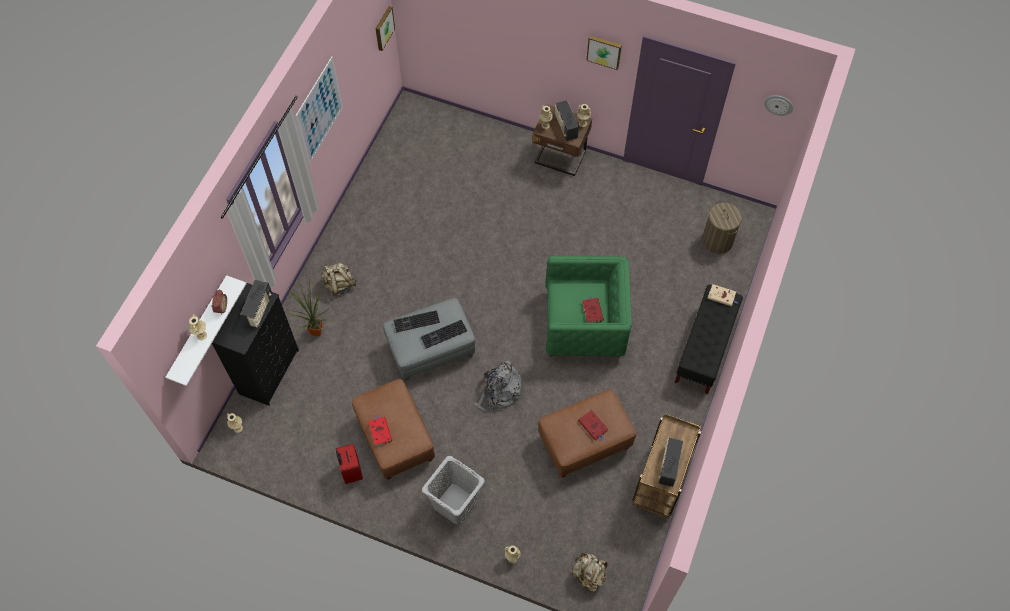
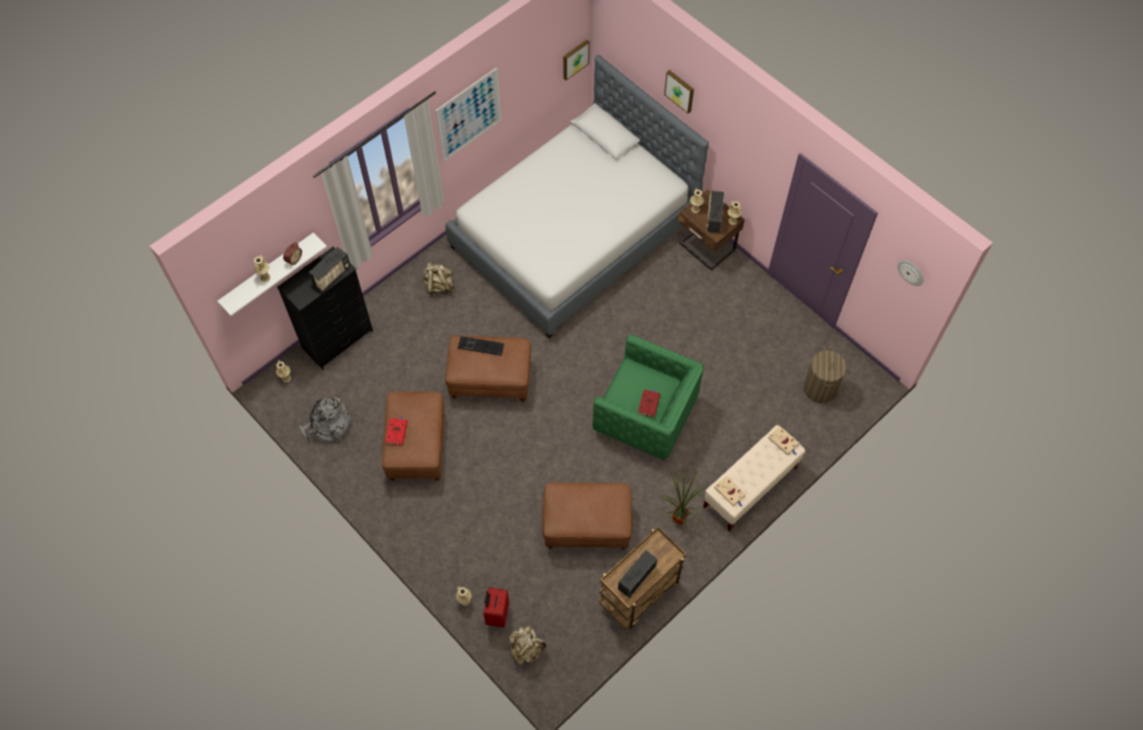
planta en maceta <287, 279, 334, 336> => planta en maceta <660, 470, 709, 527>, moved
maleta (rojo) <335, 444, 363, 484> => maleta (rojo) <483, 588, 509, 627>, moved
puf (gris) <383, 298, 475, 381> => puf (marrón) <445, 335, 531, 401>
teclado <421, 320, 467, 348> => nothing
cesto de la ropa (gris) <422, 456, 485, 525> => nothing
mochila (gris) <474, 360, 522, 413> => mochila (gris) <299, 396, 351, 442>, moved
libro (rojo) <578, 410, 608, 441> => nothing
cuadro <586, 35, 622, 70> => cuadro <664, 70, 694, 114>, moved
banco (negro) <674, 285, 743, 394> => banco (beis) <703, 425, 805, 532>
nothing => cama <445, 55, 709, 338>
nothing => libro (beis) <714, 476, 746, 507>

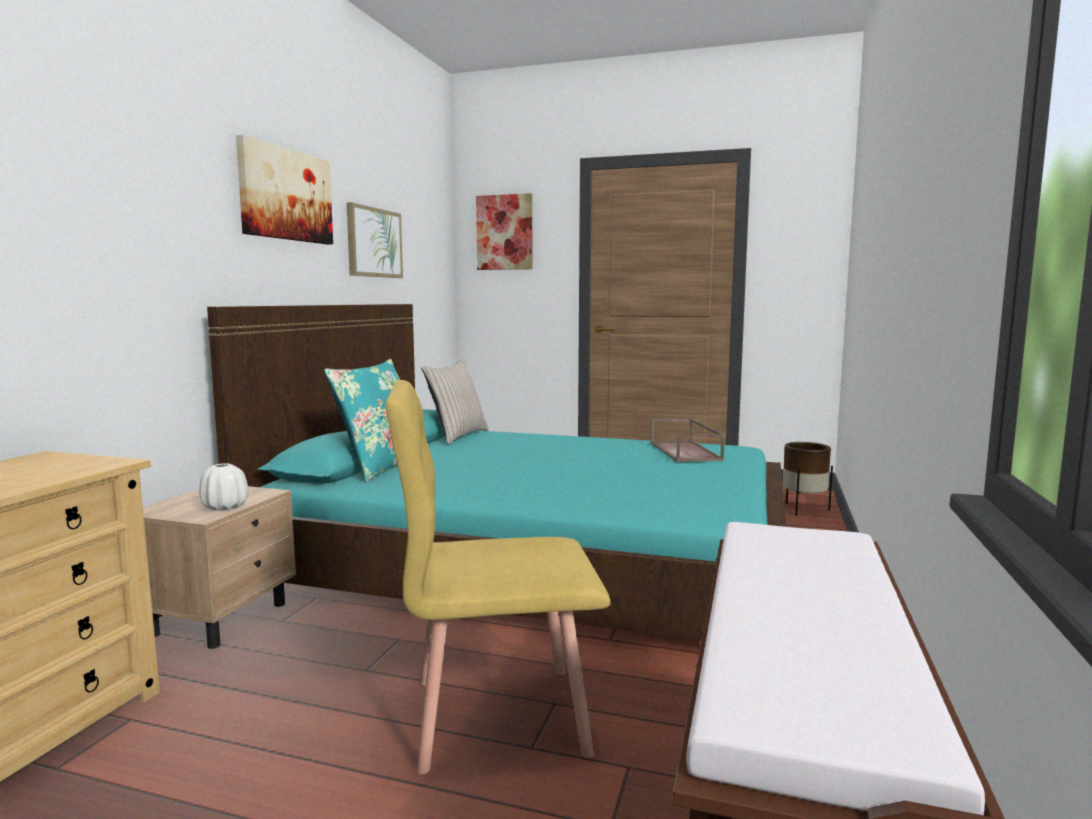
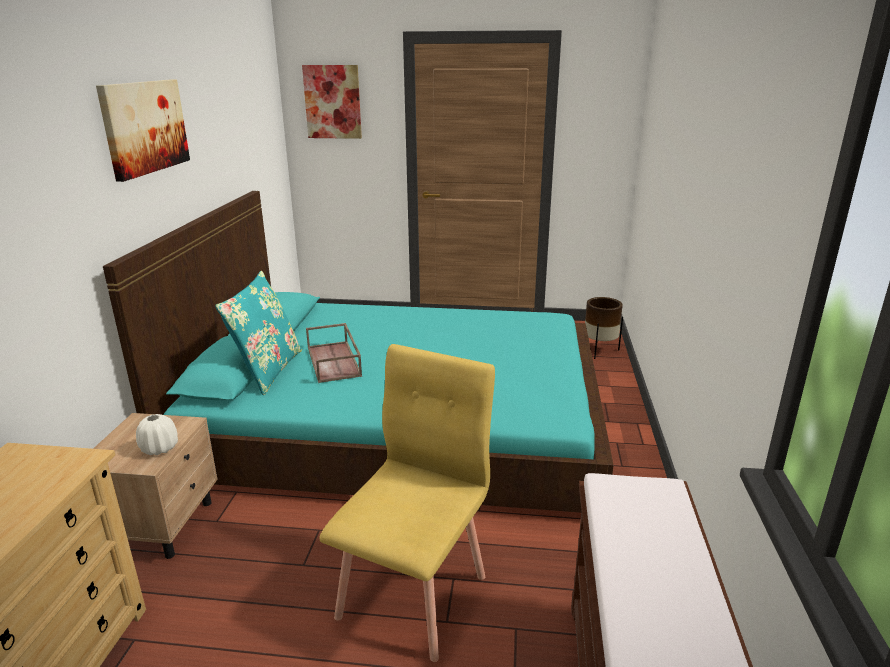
cuadro <347, 202, 403, 278> => nothing
silla (amarillo) <386, 380, 611, 775> => silla (amarillo) <319, 344, 495, 662>, 135 degrees clockwise
cojín (beis) <422, 359, 489, 444> => nothing
bandeja (marrón) <650, 419, 725, 462> => bandeja (marrón) <306, 323, 362, 383>, moved

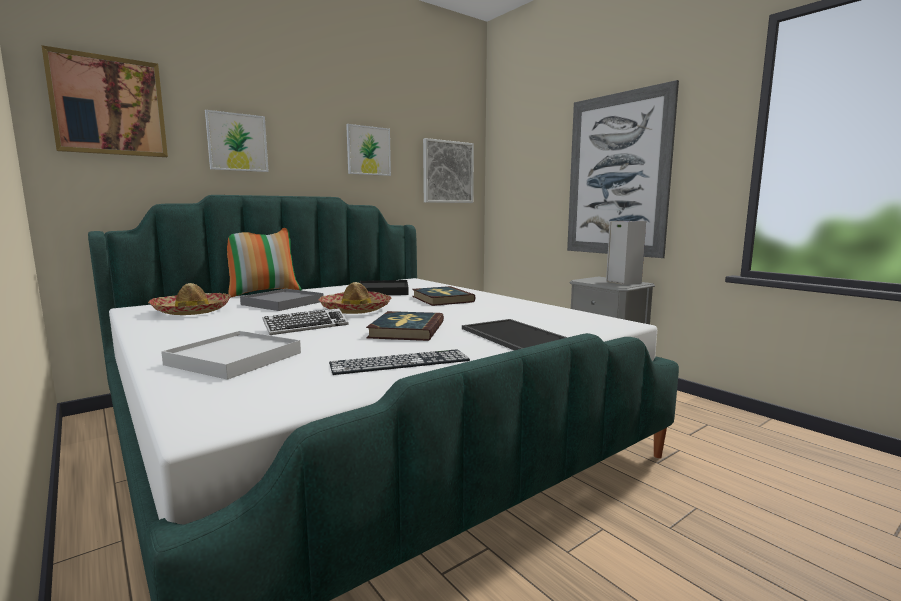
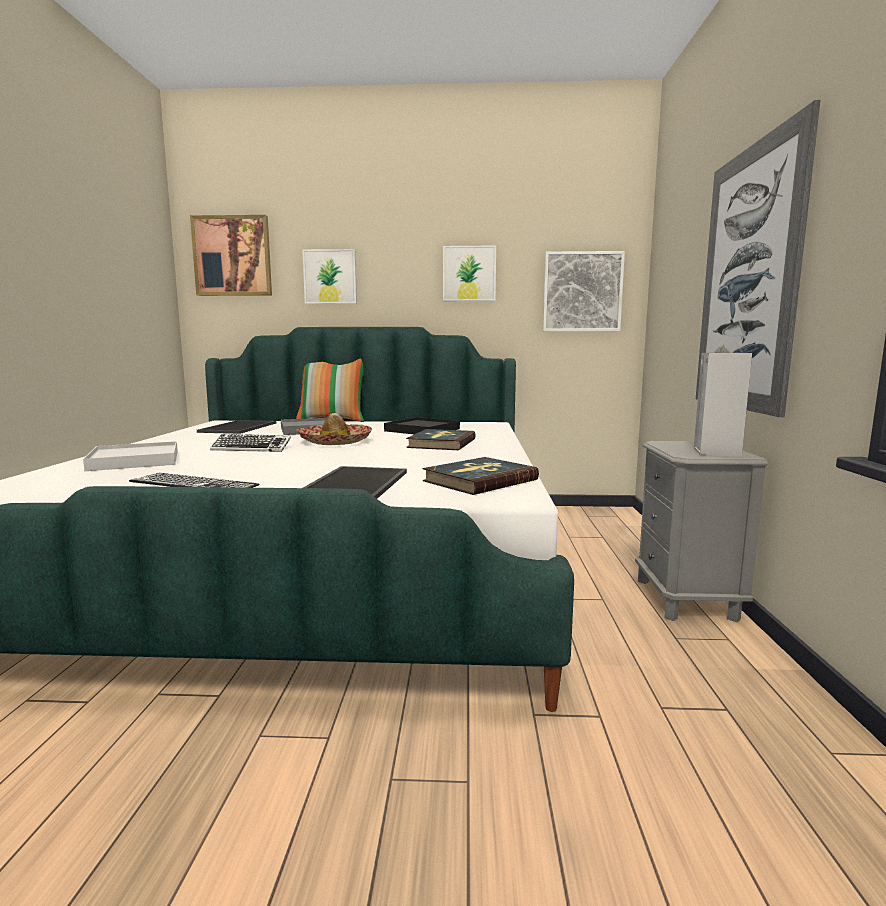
sombrero <148, 283, 231, 315> => bandeja <197, 420, 276, 434>
libro <366, 311, 444, 341> => libro <423, 457, 539, 495>, moved

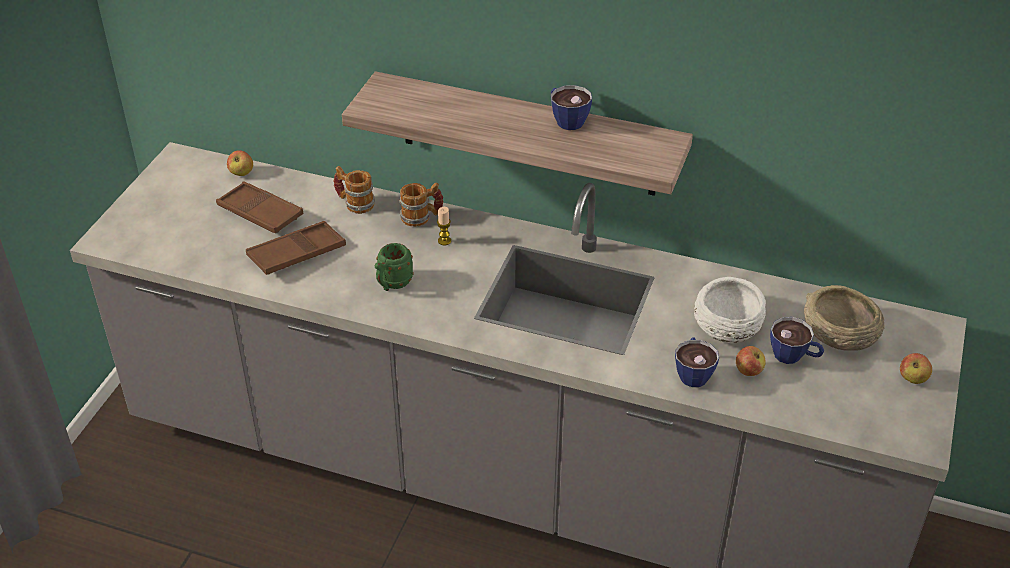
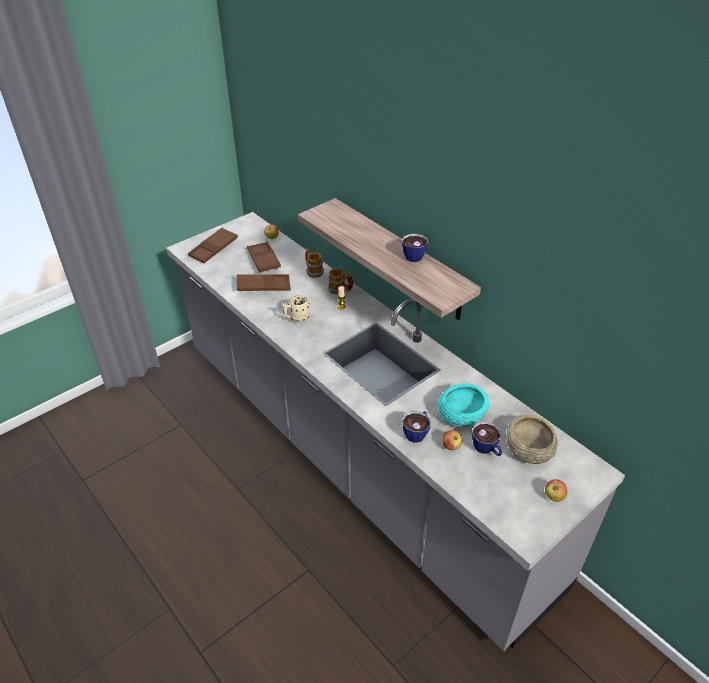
taza grande (verde) <375, 243, 413, 291> => taza grande (beis) <282, 296, 310, 323>
cuenco (blanco) <694, 277, 766, 343> => cuenco (turquesa) <438, 383, 489, 427>
nothing => bandeja (marrón) <188, 228, 238, 263>

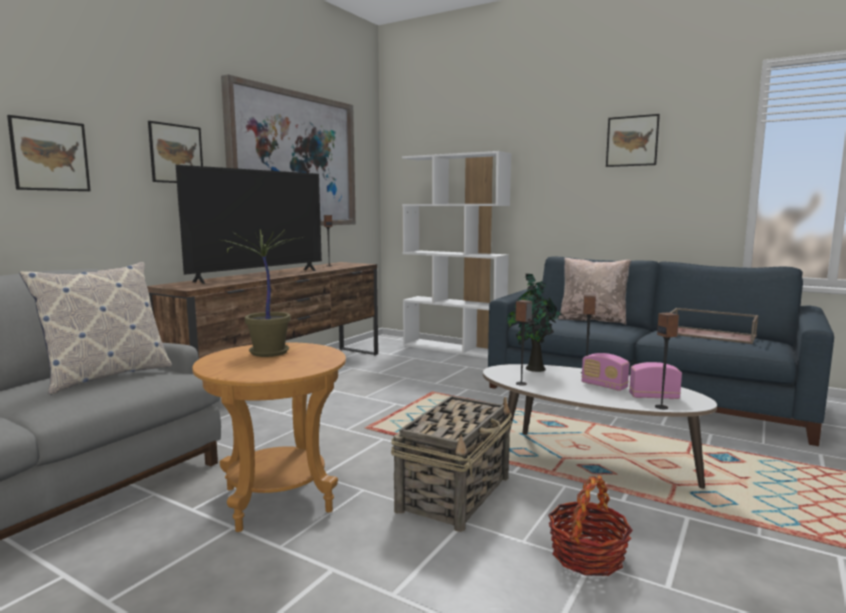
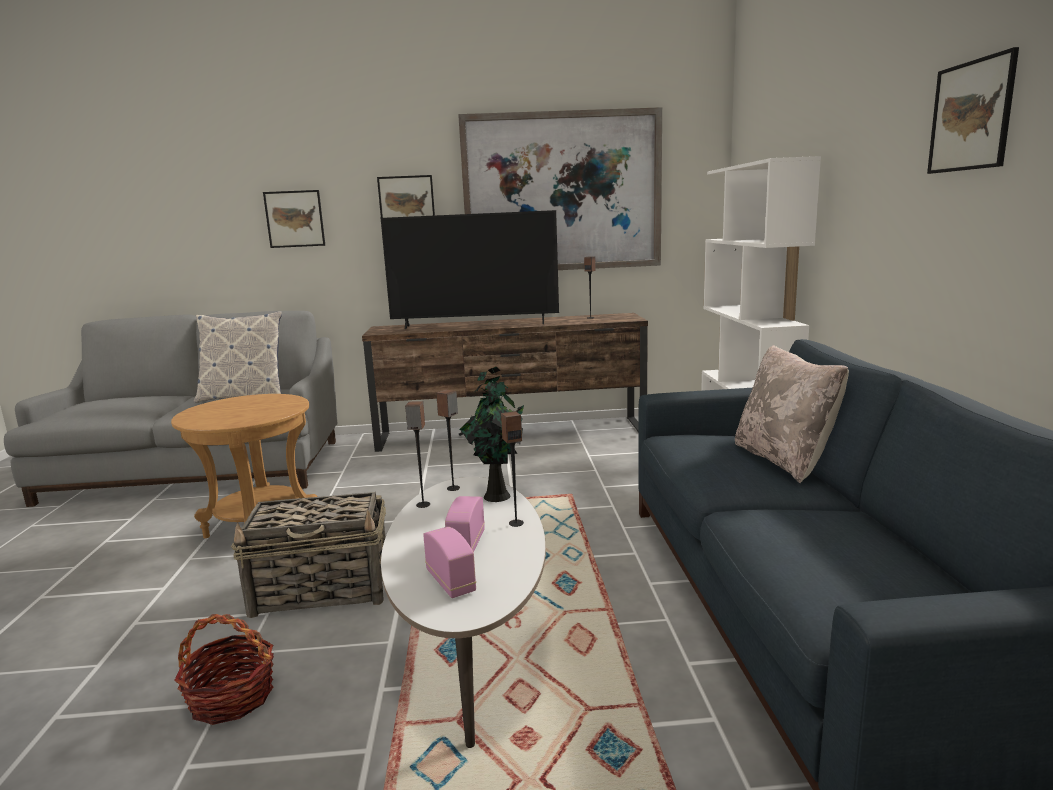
planta en maceta <223, 229, 303, 357> => nothing
altavoz <655, 312, 679, 409> => altavoz <436, 390, 460, 491>, moved
bandeja (marrón) <670, 308, 759, 344> => nothing

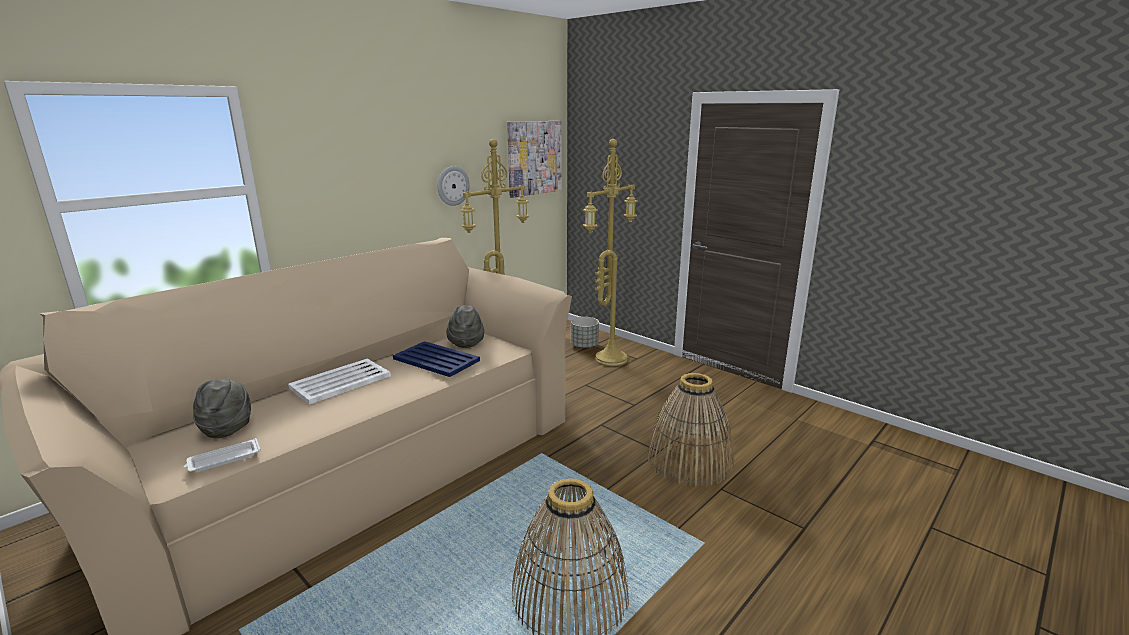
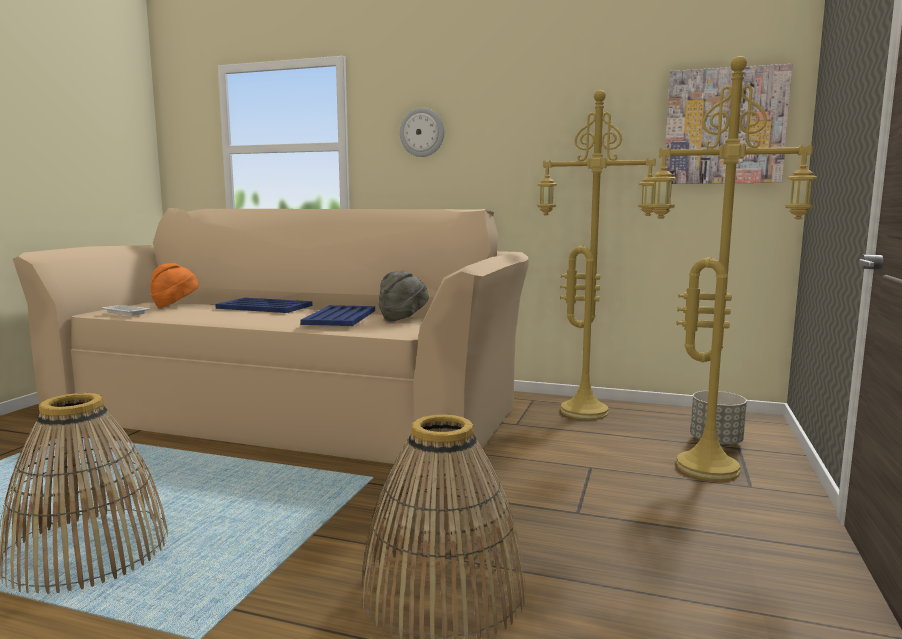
sombrero (gris) <193, 379, 251, 438> => sombrero (naranja) <151, 263, 199, 308>
bandeja (blanco) <288, 359, 391, 405> => bandeja (azul) <215, 298, 312, 313>
reloj de pared <438, 166, 470, 206> => reloj de pared <400, 108, 444, 157>, moved

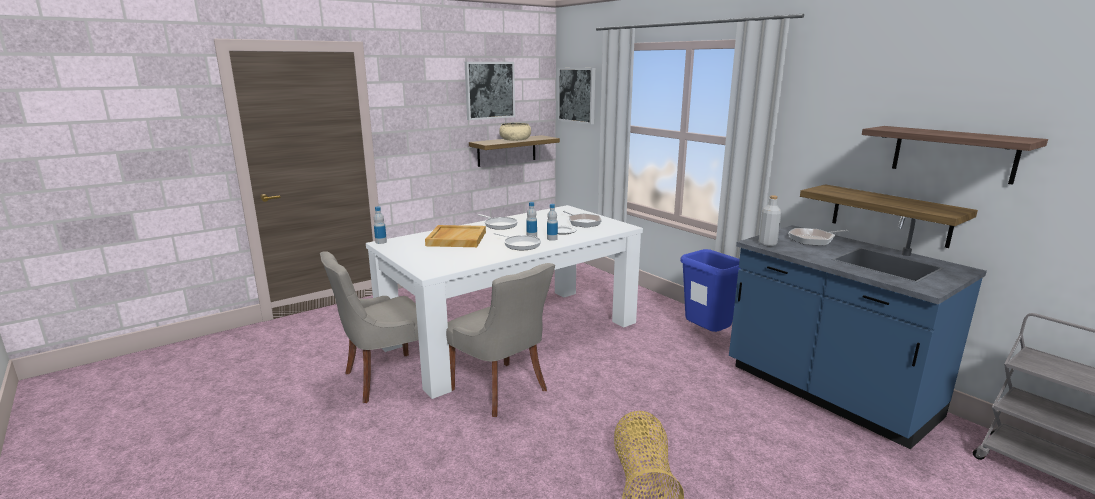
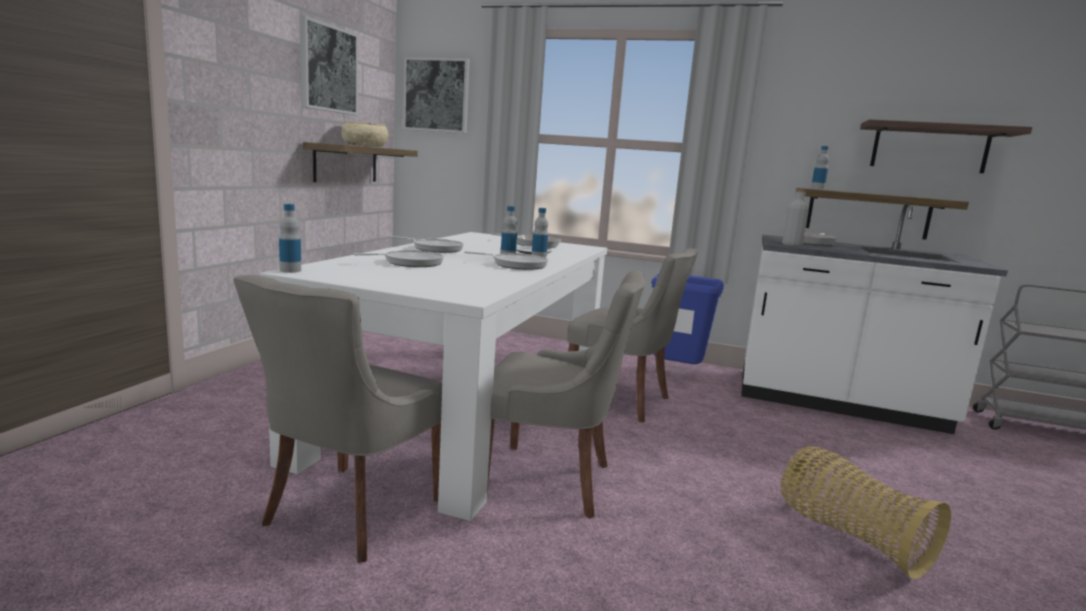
bandeja (beis) <425, 225, 486, 247> => sartén <354, 250, 444, 267>
mueble bajo de cocina (azul) <729, 216, 987, 449> => mueble bajo de cocina (blanco) <741, 205, 1008, 434>
nothing => silla (gris) <567, 248, 699, 422>
nothing => botella <811, 146, 829, 190>

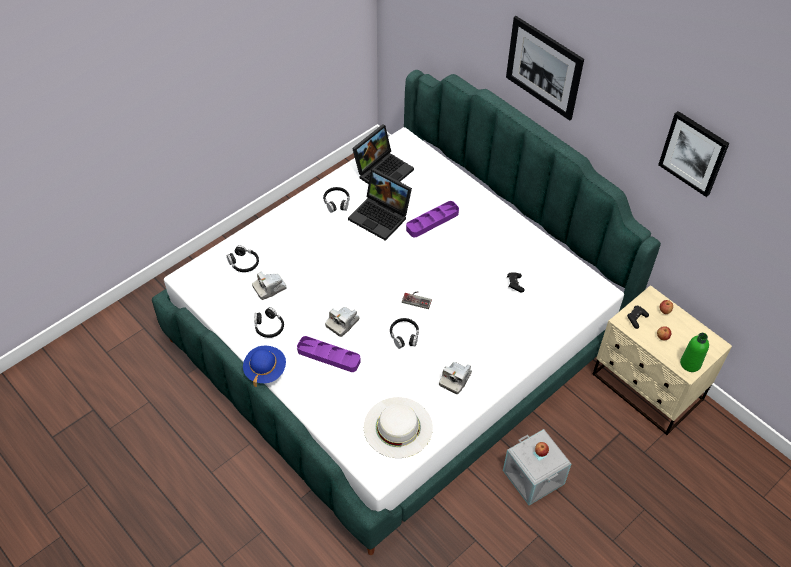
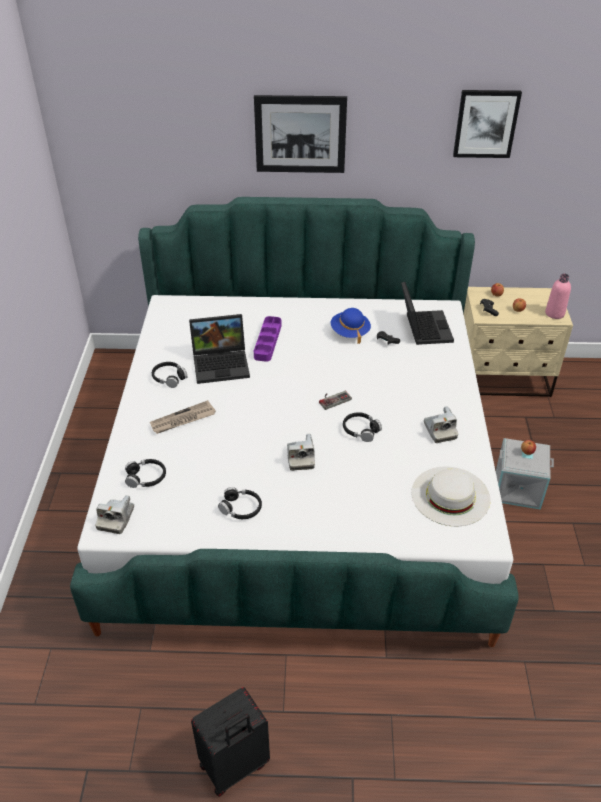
sombrero (azul) <243, 346, 286, 387> => sombrero (azul) <331, 308, 371, 344>, moved
cámara <252, 271, 287, 300> => cámara <95, 495, 134, 534>, moved
bandeja (morado) <297, 336, 361, 372> => nothing
portátil <352, 124, 414, 184> => portátil <401, 282, 454, 345>, moved
botella (verde) <680, 333, 709, 372> => botella (rosa) <545, 274, 571, 319>
nothing => periódico <150, 400, 216, 434>
nothing => maleta (negro) <191, 687, 270, 797>

